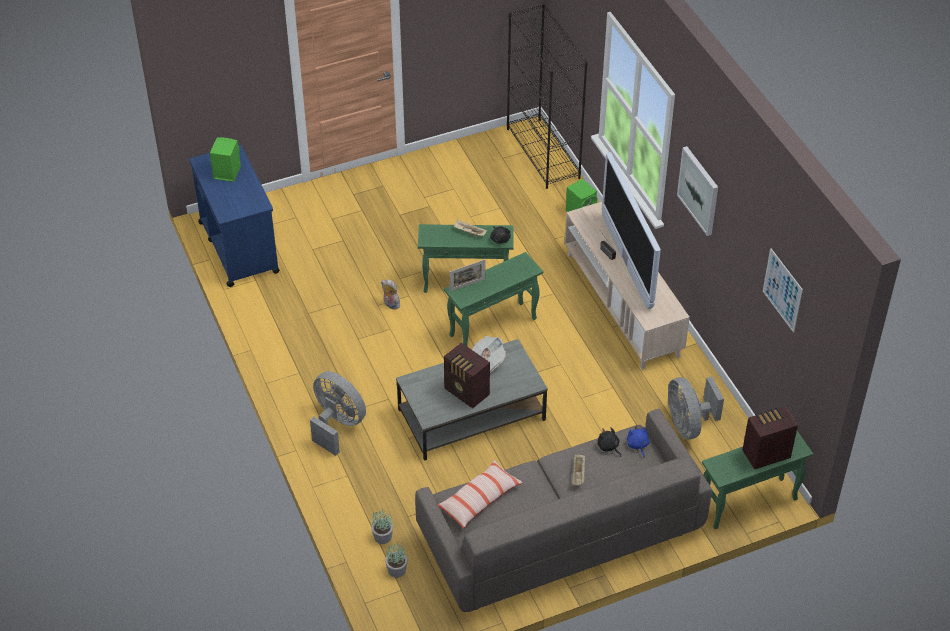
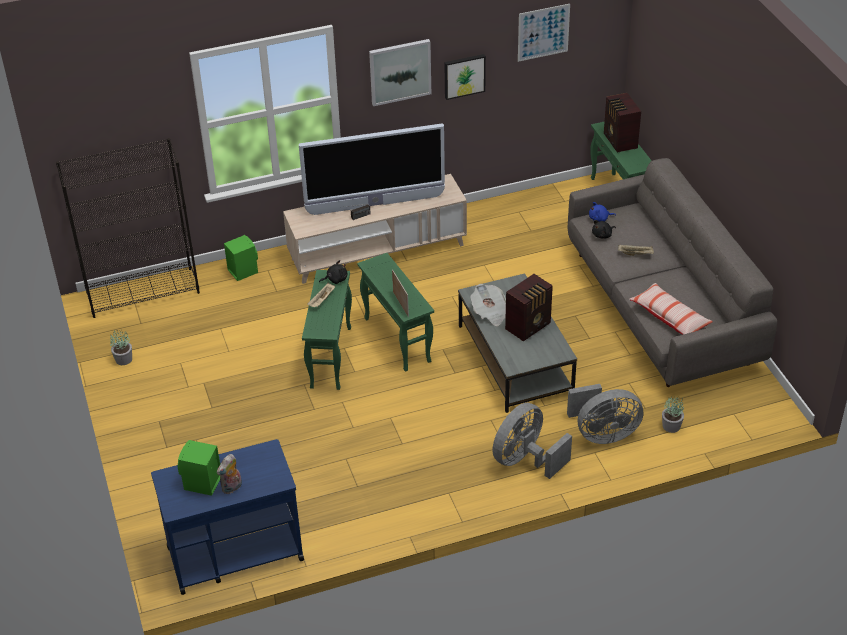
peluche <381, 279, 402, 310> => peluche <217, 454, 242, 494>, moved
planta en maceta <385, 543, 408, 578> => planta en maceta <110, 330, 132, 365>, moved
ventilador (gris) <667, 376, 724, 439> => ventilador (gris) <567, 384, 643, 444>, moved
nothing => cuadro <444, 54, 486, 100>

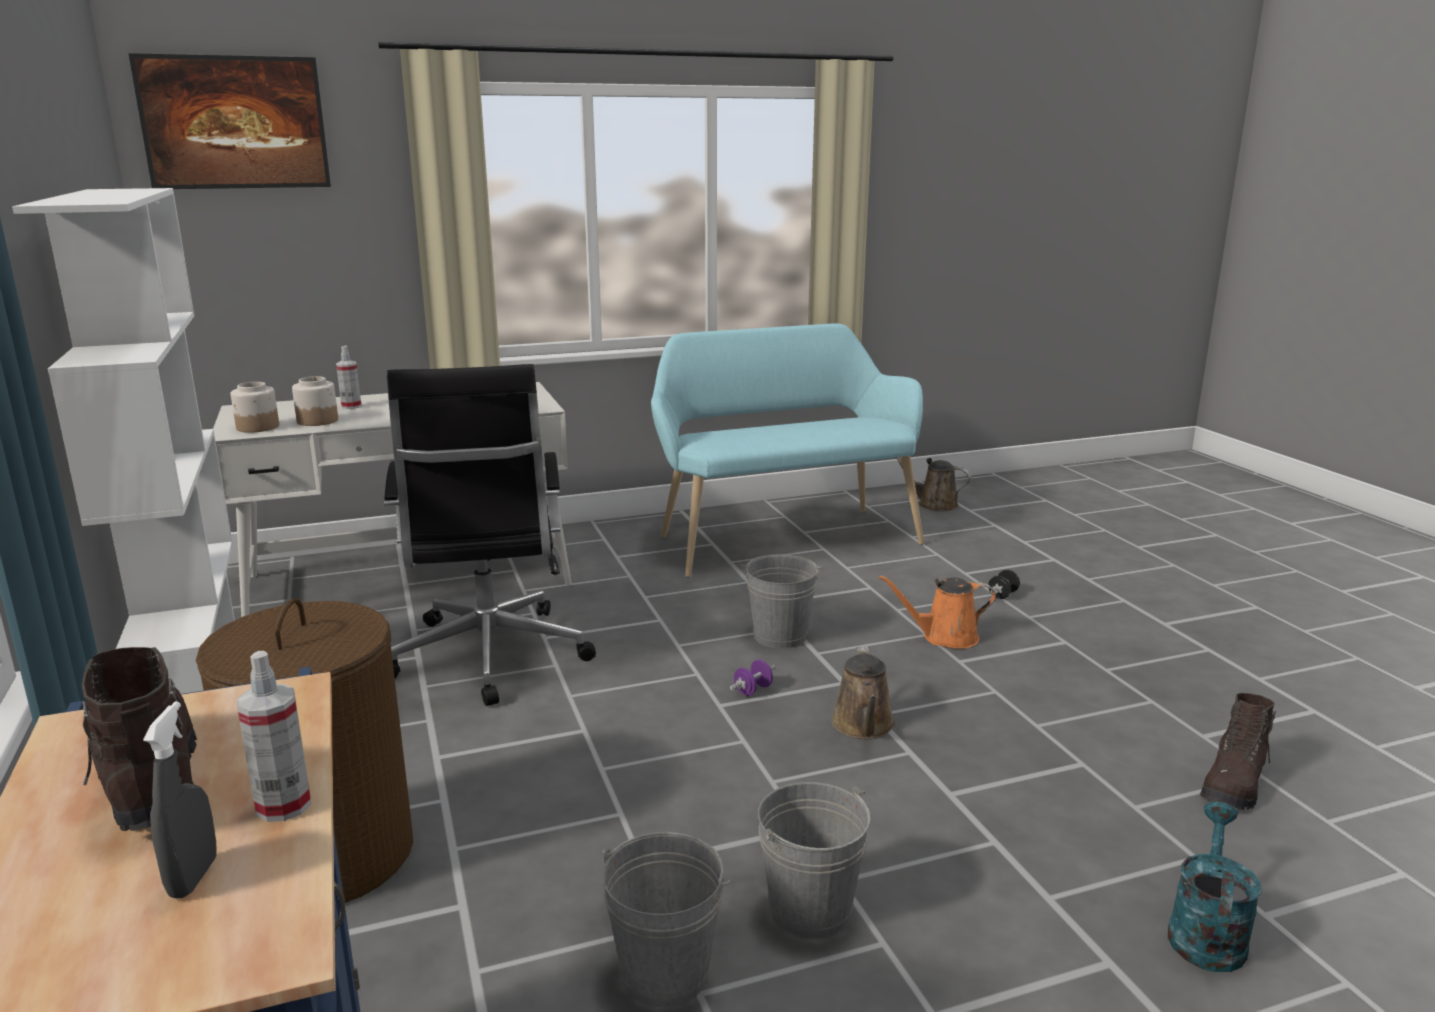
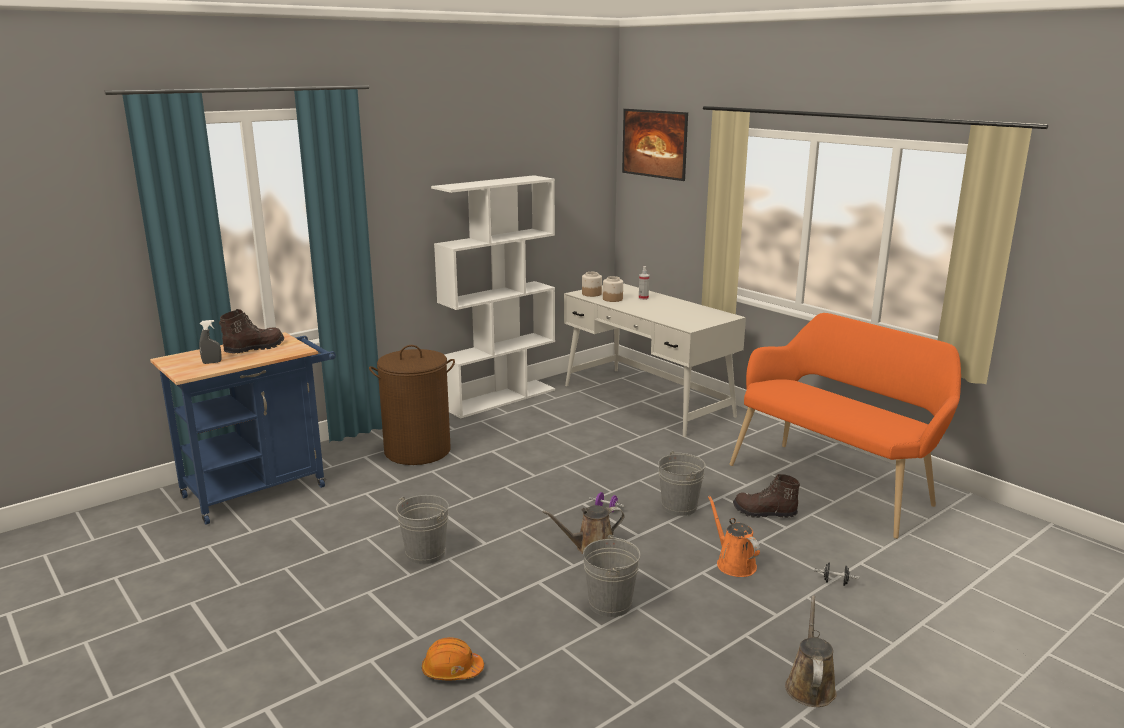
pulverizador <237, 651, 311, 822> => nothing
silla de oficina (negro) <384, 364, 596, 706> => nothing
cubo (gris) <602, 832, 731, 1007> => cubo (gris) <583, 535, 641, 617>, moved
banco (turquesa) <651, 323, 924, 578> => banco (naranja) <729, 313, 961, 539>
regadera (marrón) <896, 457, 971, 511> => regadera (marrón) <785, 595, 837, 707>, moved
regadera (turquesa) <1168, 802, 1262, 972> => casco (naranja) <422, 637, 484, 680>
bota (marrón) <1200, 693, 1276, 810> => bota (marrón) <733, 474, 800, 518>, moved

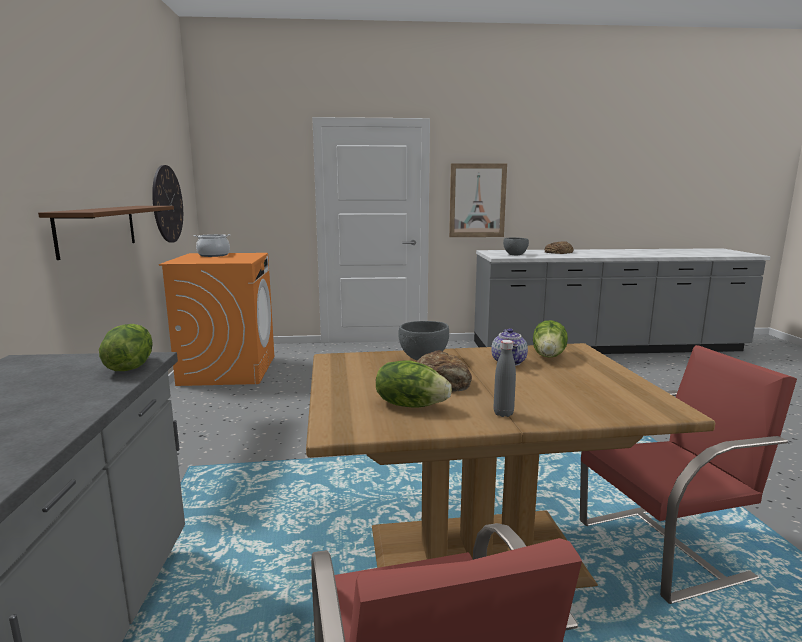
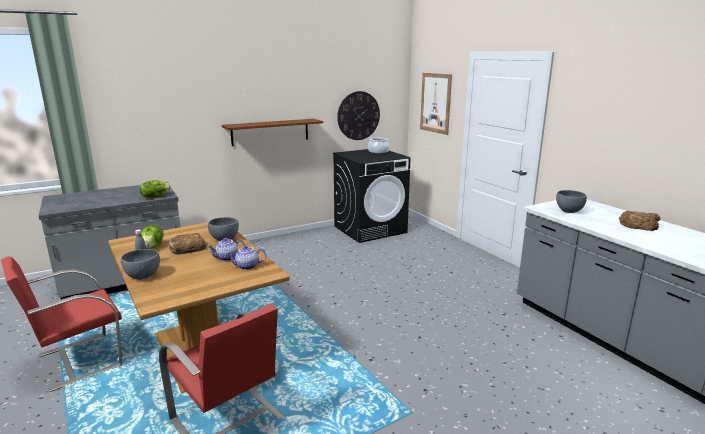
lavadora (naranja) <159, 253, 274, 386> => lavadora (negro) <333, 149, 411, 243>
cuadro <449, 163, 507, 237> => cuadro <420, 73, 452, 135>, moved
lechuga <533, 320, 568, 358> => tetera <227, 246, 266, 270>
nothing => cuenco (gris) <121, 249, 160, 280>

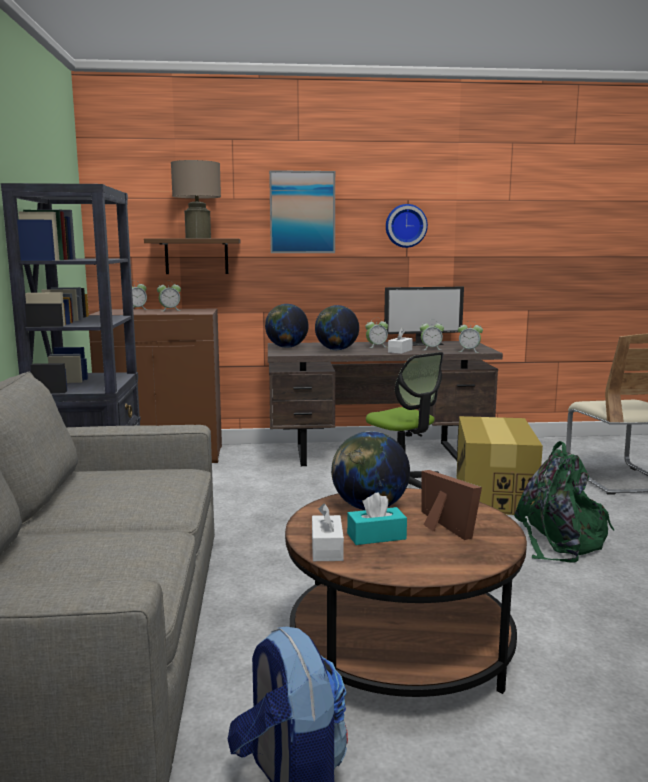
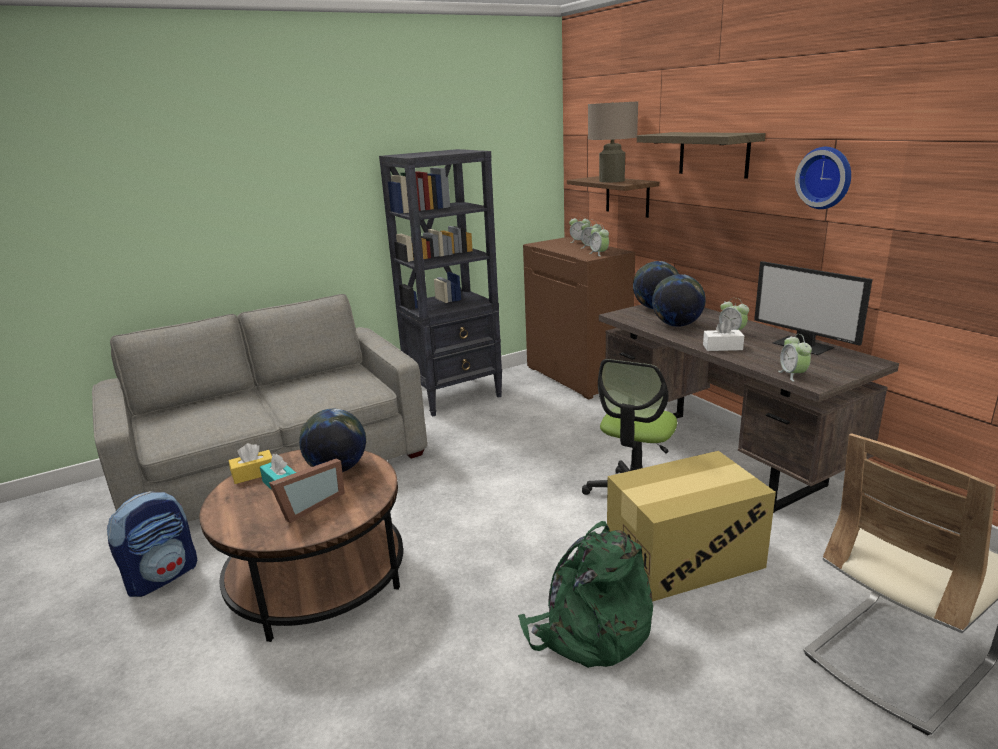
cuadro <269, 170, 335, 253> => estante <637, 132, 766, 179>
caja de pañuelos (blanco) <312, 503, 344, 561> => caja de pañuelos (amarillo) <229, 443, 272, 484>
despertador <420, 320, 444, 350> => despertador <589, 225, 609, 257>, moved

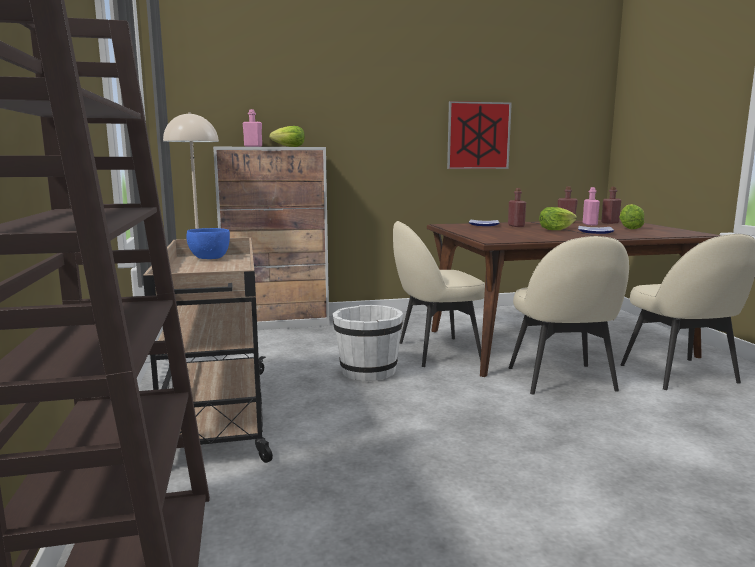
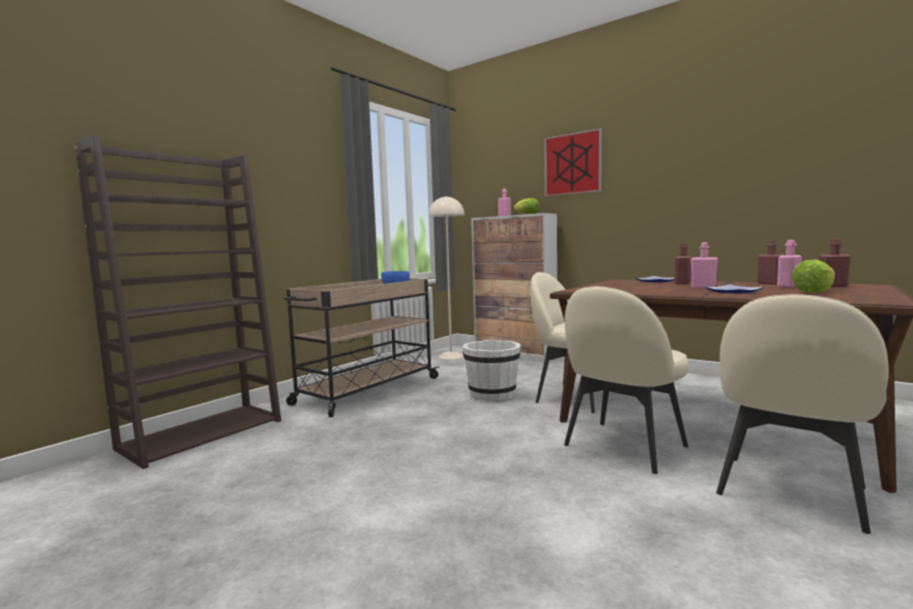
cuadro <447, 101, 512, 169> => cuadro <544, 128, 602, 197>, moved
lechuga <539, 207, 577, 230> => botella (rosa) <691, 242, 718, 288>

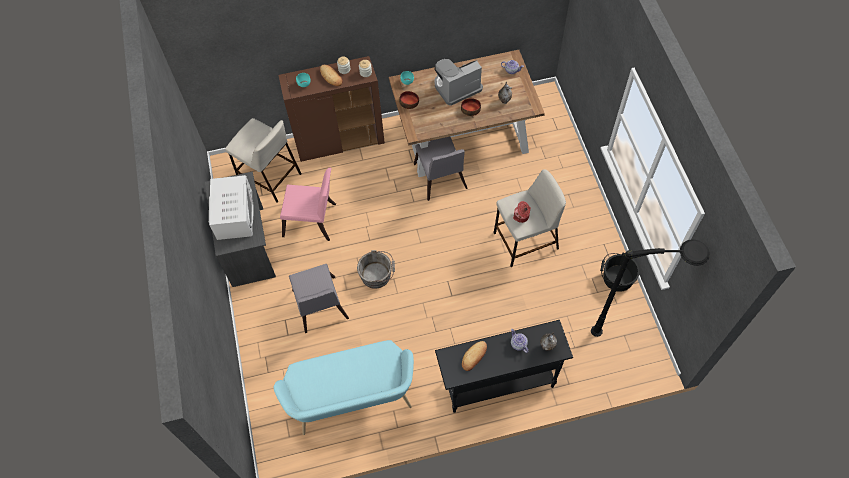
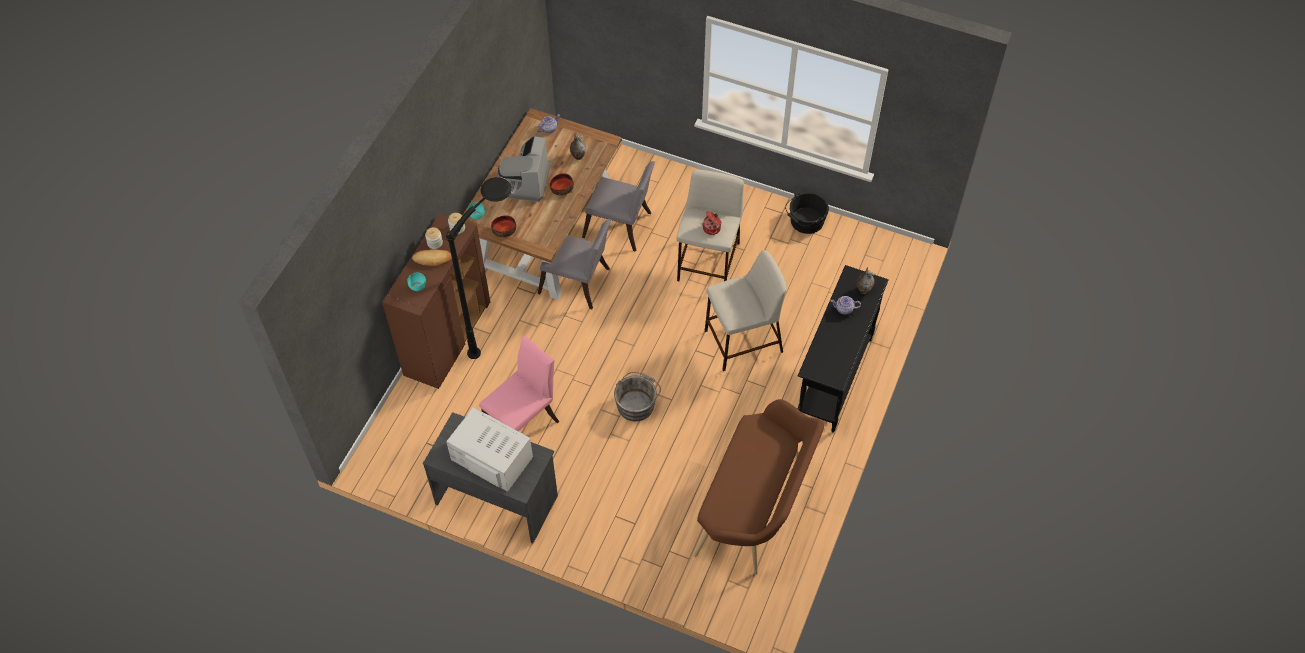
taburete (beis) <225, 118, 301, 203> => taburete (beis) <704, 250, 787, 371>, moved
banco (turquesa) <274, 340, 414, 435> => banco (marrón) <694, 399, 824, 574>
silla (gris) <289, 264, 349, 333> => silla (gris) <582, 161, 655, 252>, moved
pan <462, 341, 487, 371> => nothing
lámpara de pie (negro) <591, 239, 710, 337> => lámpara de pie (negro) <446, 177, 512, 359>, moved

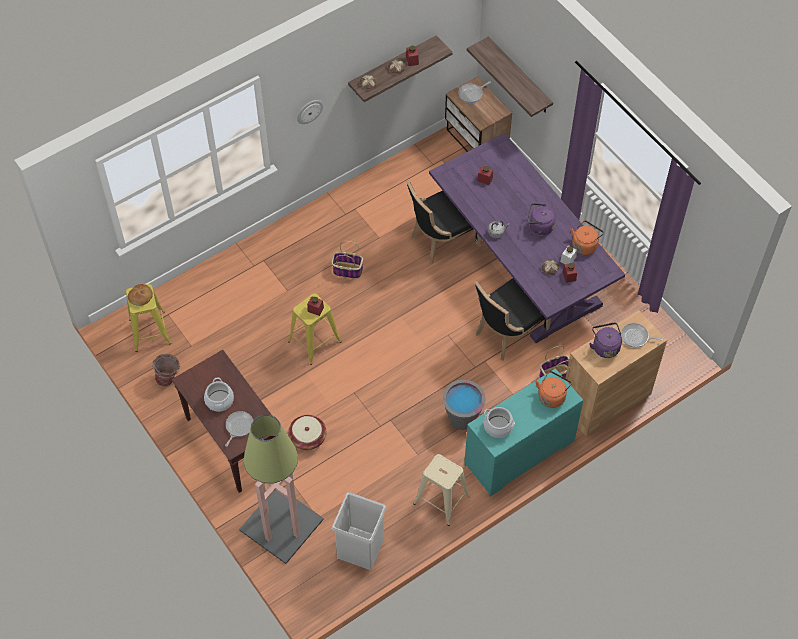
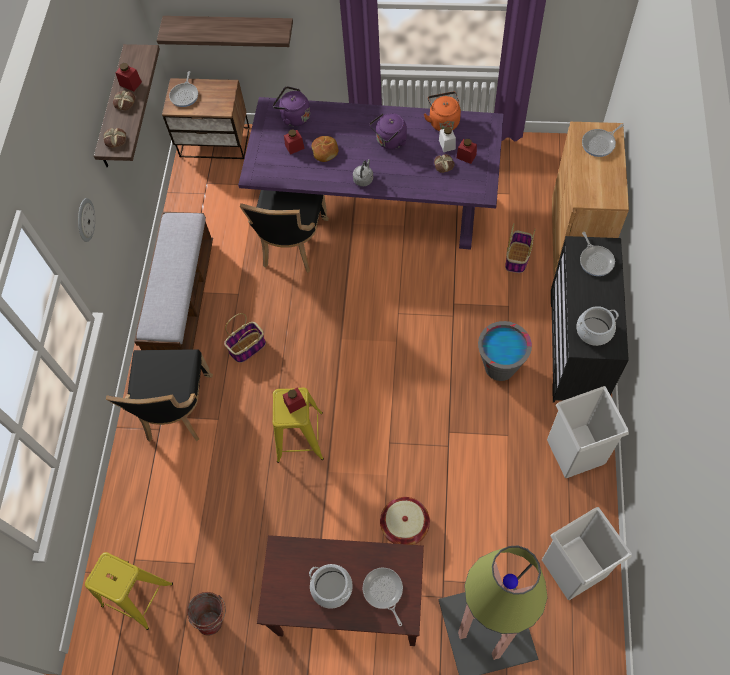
pan <128, 284, 153, 306> => pan <311, 136, 339, 162>, moved
taburete (beis) <413, 454, 470, 526> => papelera (blanco) <547, 386, 629, 478>
cómoda (turquesa) <464, 368, 583, 497> => cómoda (negro) <551, 236, 629, 403>
silla (negro) <474, 278, 551, 361> => silla (negro) <106, 349, 213, 442>, moved
hervidor (naranja) <535, 371, 572, 408> => sartén <580, 232, 615, 276>
hervidor (morado) <589, 323, 622, 358> => hervidor (morado) <273, 86, 311, 127>, moved
nothing => banco <134, 212, 213, 350>

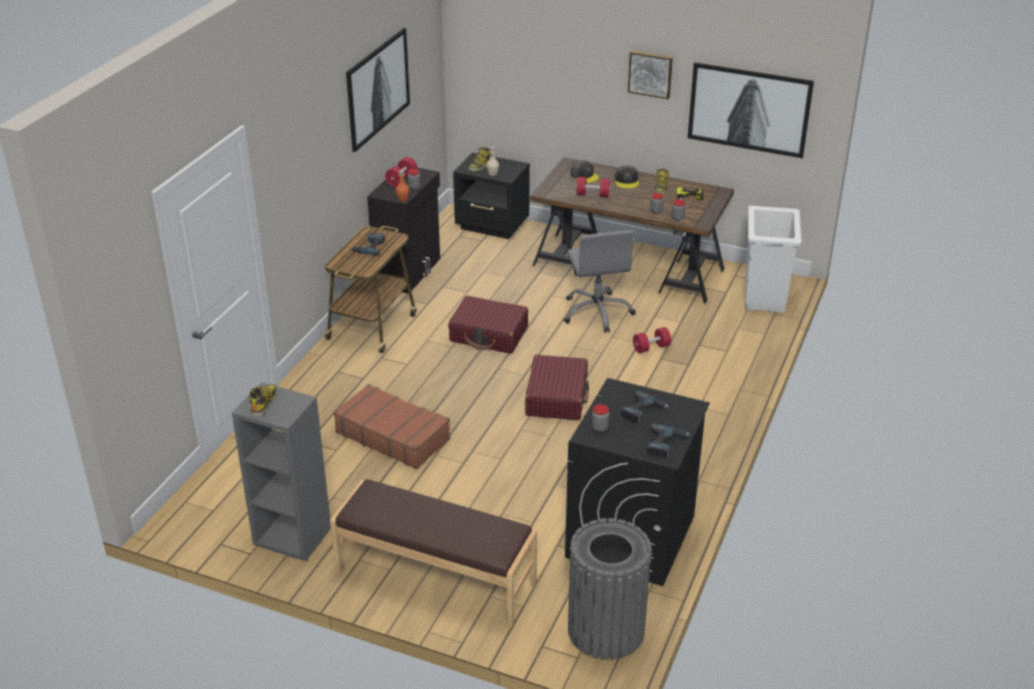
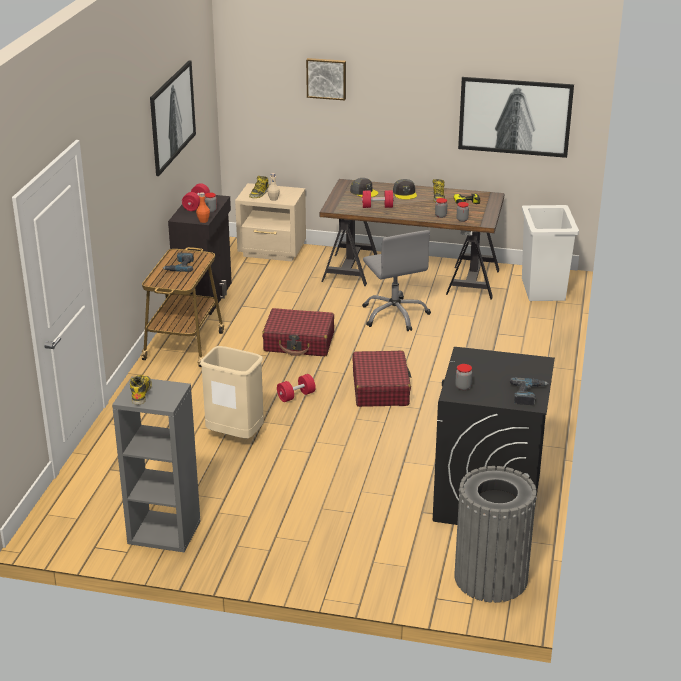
banco (marrón) <330, 479, 537, 628> => nothing
maleta (marrón) <333, 384, 450, 469> => papelera (beis) <200, 346, 264, 438>
mesita de noche (negro) <453, 153, 530, 239> => mesita de noche (beis) <235, 183, 306, 262>
taladro <621, 391, 670, 424> => nothing
cuadro <628, 51, 673, 99> => cuadro <306, 58, 346, 100>, moved
mancuerna (rojo) <633, 327, 671, 353> => mancuerna (rojo) <277, 374, 316, 402>, moved

